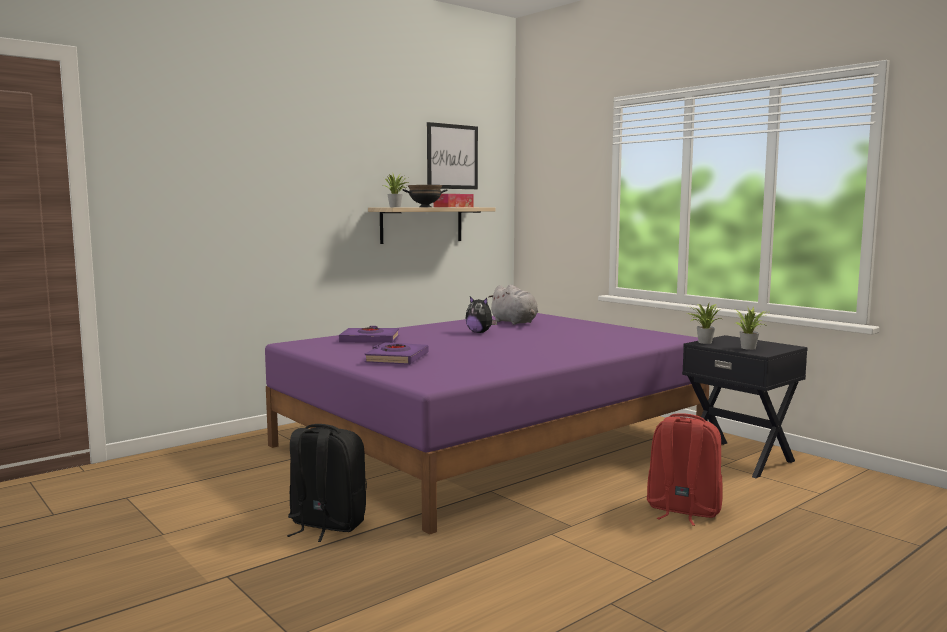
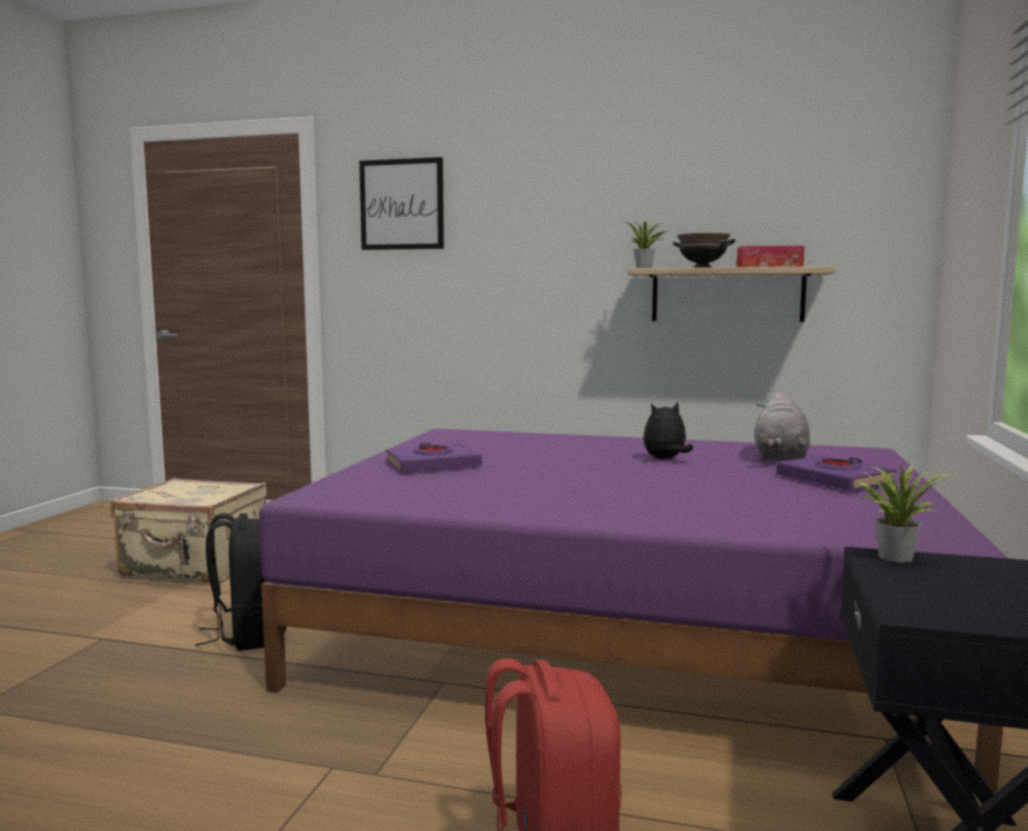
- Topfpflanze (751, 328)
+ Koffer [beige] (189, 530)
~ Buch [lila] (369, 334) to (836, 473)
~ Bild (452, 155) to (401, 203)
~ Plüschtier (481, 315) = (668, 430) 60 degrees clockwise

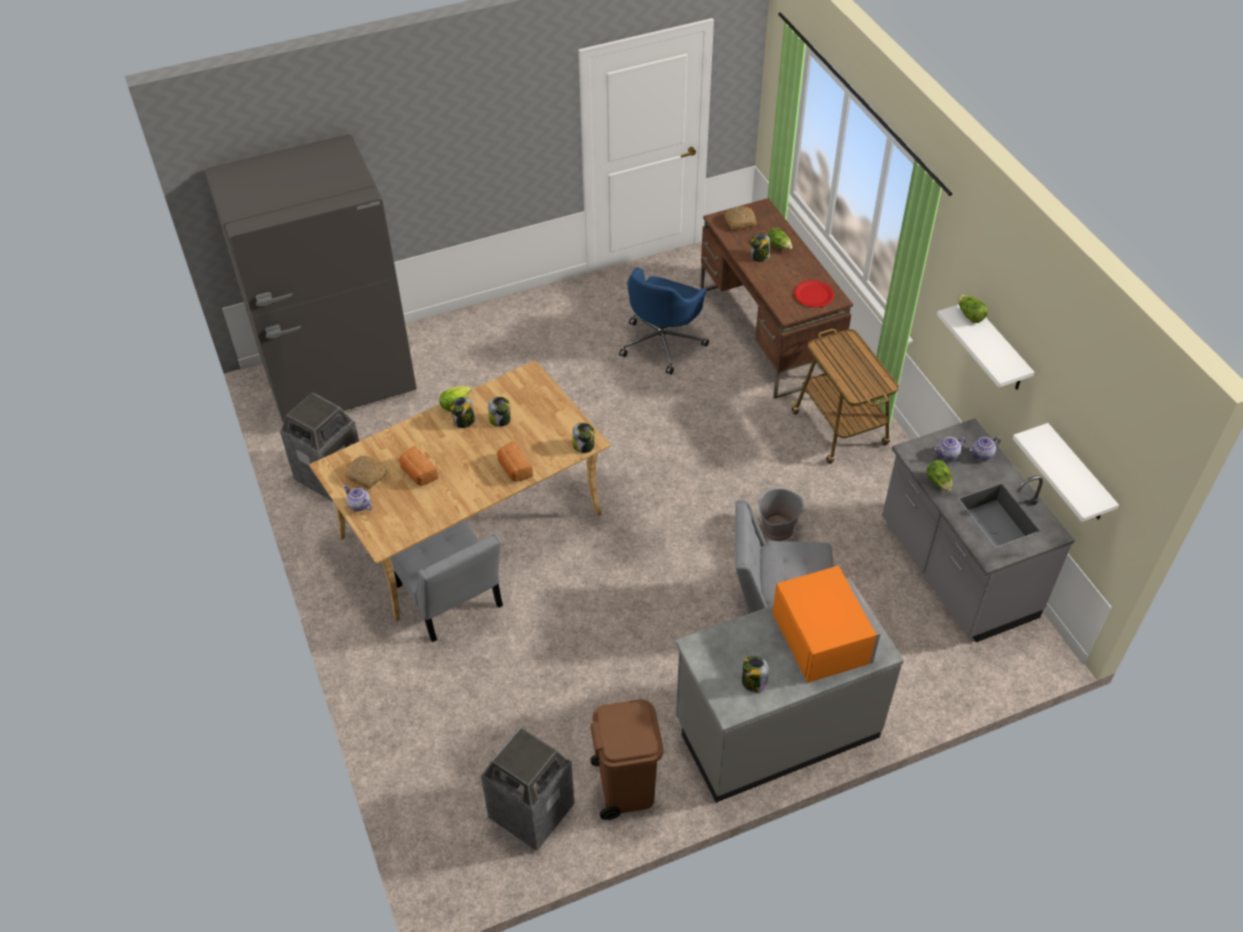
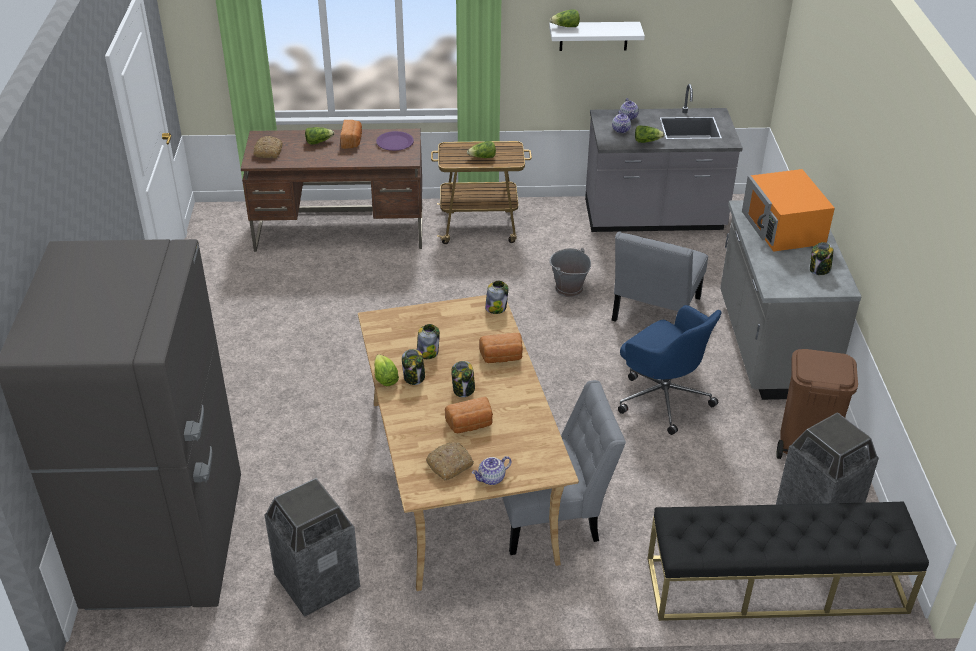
- Wandregal [weiß] (1065, 472)
+ Brot (351, 134)
+ Salatkopf (481, 149)
+ Bank [schwarz] (788, 561)
~ Bürostuhl [blau] (664, 321) to (669, 370)
~ Vorratsglas (760, 247) to (463, 379)
~ Teller [rot] (814, 293) to Teller [lila] (395, 141)
~ Mikrowelle [orange] (826, 624) = (788, 210) 105 degrees counterclockwise

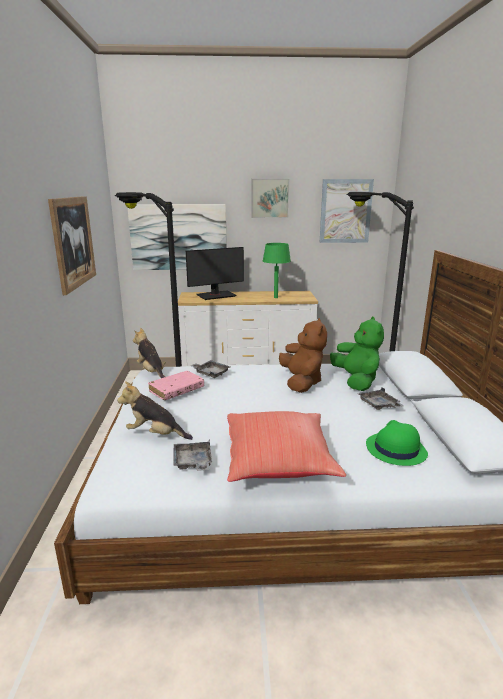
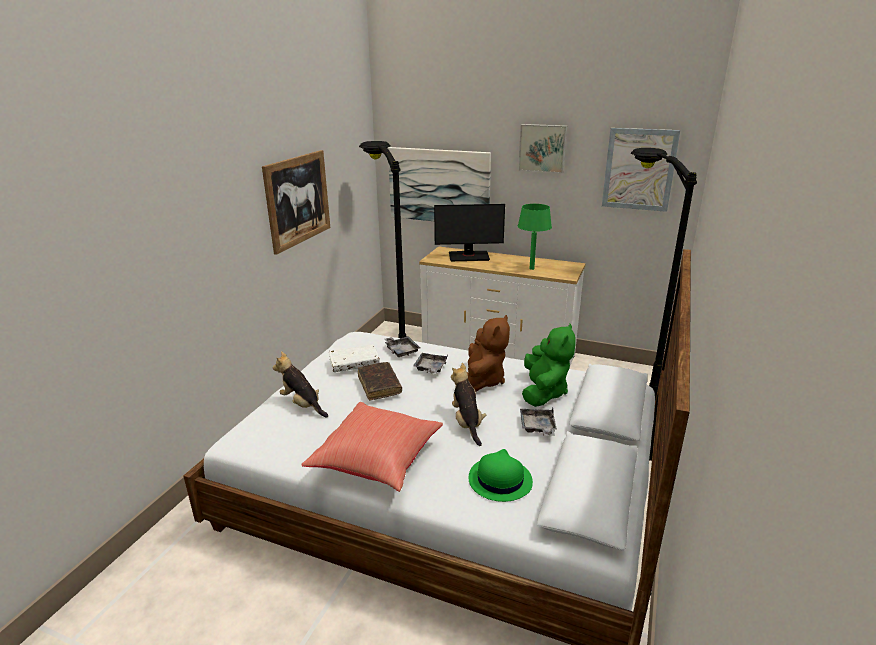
+ Buch [braun] (380, 381)
~ Plüschtier (149, 353) to (469, 404)
~ Tablett [grau] (192, 455) to (430, 363)
~ Buch [rosa] (176, 385) to Buch [weiß] (354, 358)

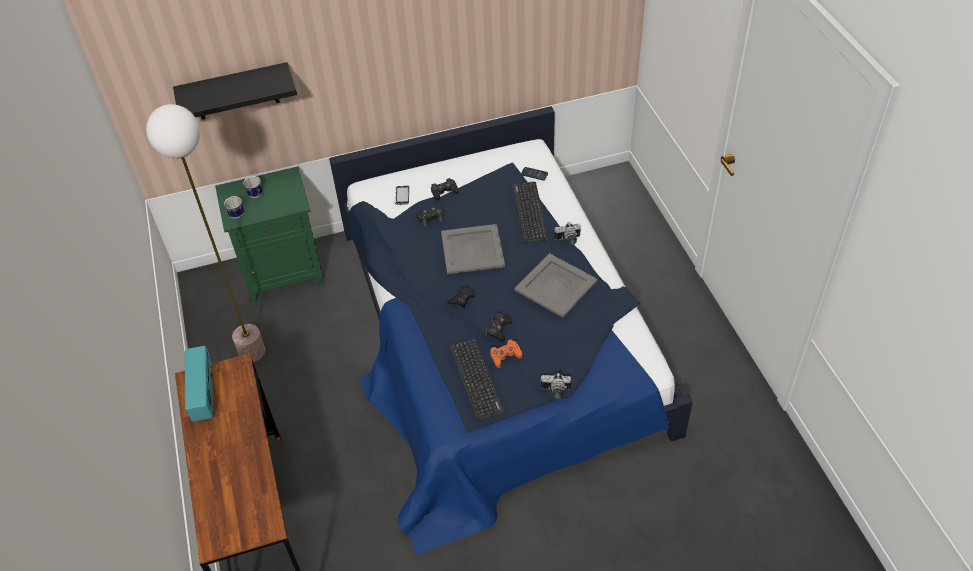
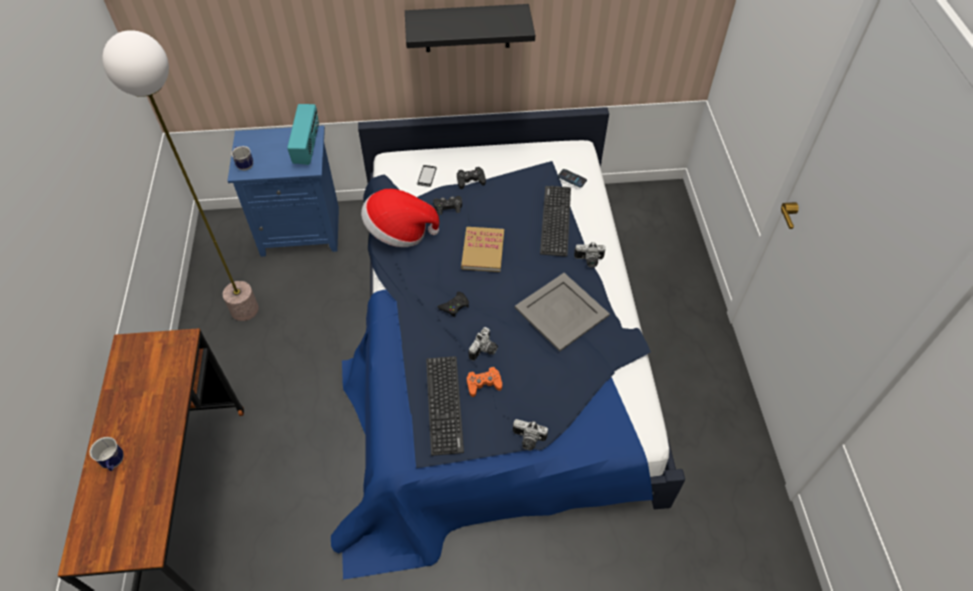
+ Hut (400, 218)
~ Wandregal [schwarz] (235, 91) to (470, 28)
~ Radio (199, 384) to (303, 134)
~ Henkelbecher (253, 187) to (107, 454)
~ Tablett [grau] (473, 249) to Buch (482, 249)
~ Gamepad [schwarz] (499, 327) to Kamera (483, 344)
~ Nachttisch [grün] (270, 234) to Nachttisch [blau] (283, 191)

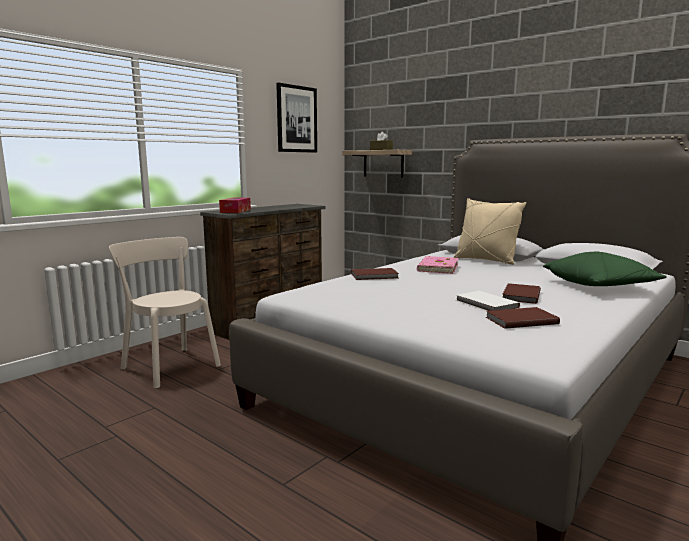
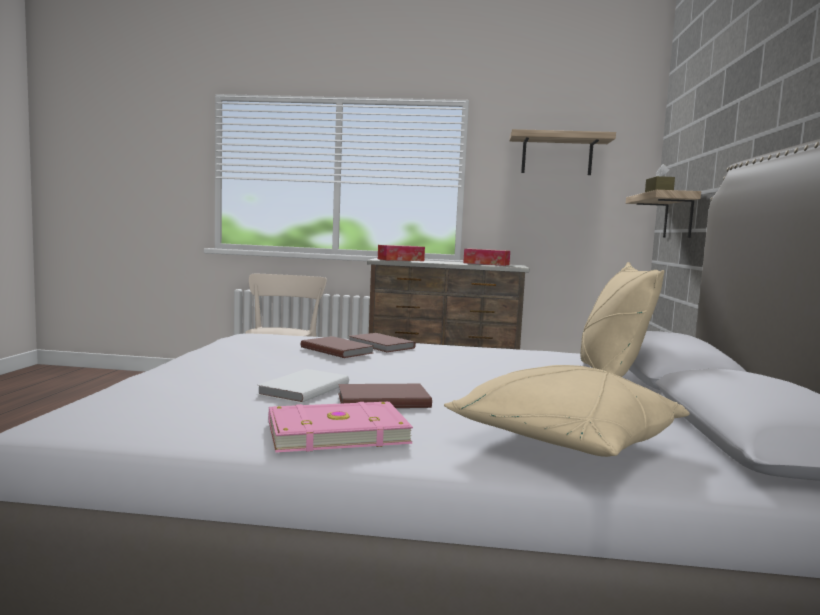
+ Taschentuchbox (486, 257)
~ Buch [rosa] (437, 265) to (341, 427)
~ Buch [braun] (523, 318) to (337, 347)
~ Bild (296, 118) to Wandregal (563, 152)
~ Kissen [grün] (605, 268) to Kissen [beige] (567, 411)

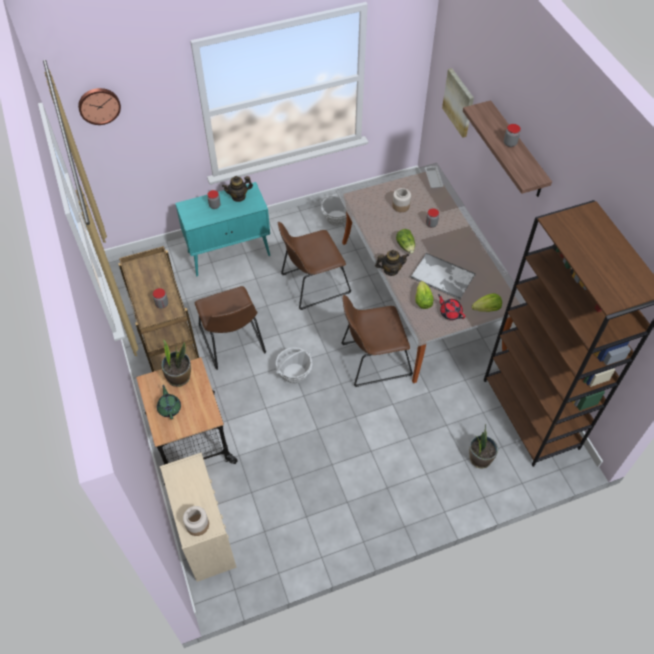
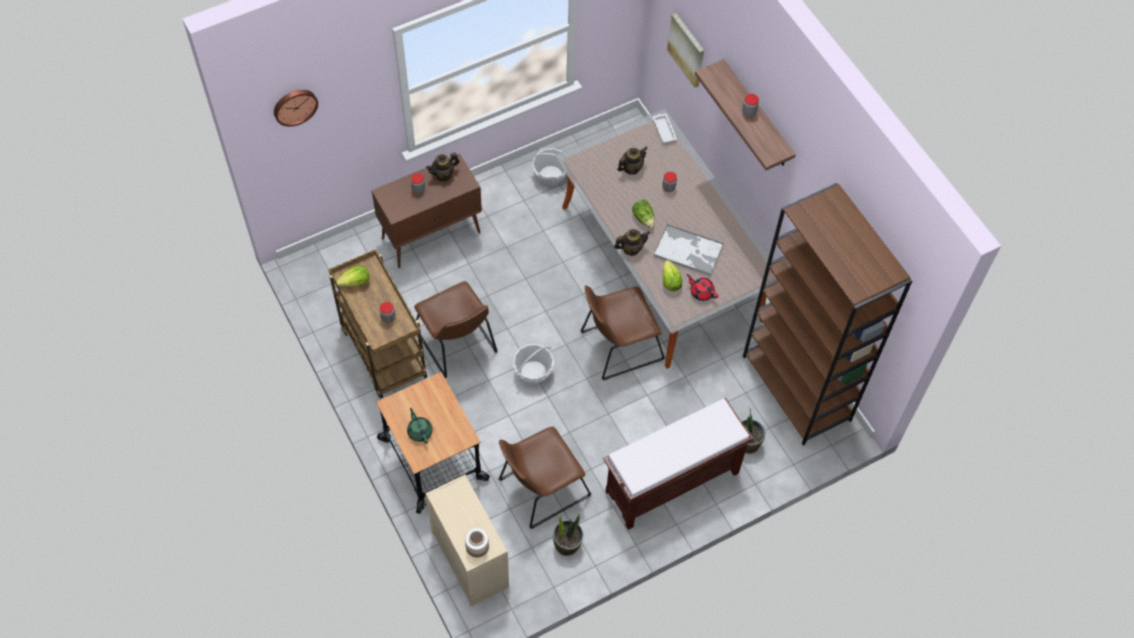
+ Bank [braun] (678, 464)
~ Topfpflanze (176, 363) to (568, 535)
~ Stuhl [braun] (314, 266) to (545, 478)
~ Salatkopf (487, 302) to (353, 276)
~ Vorratsglas (401, 200) to Teekanne (632, 161)
~ Schrank [türkis] (222, 229) to Schrank [braun] (426, 211)

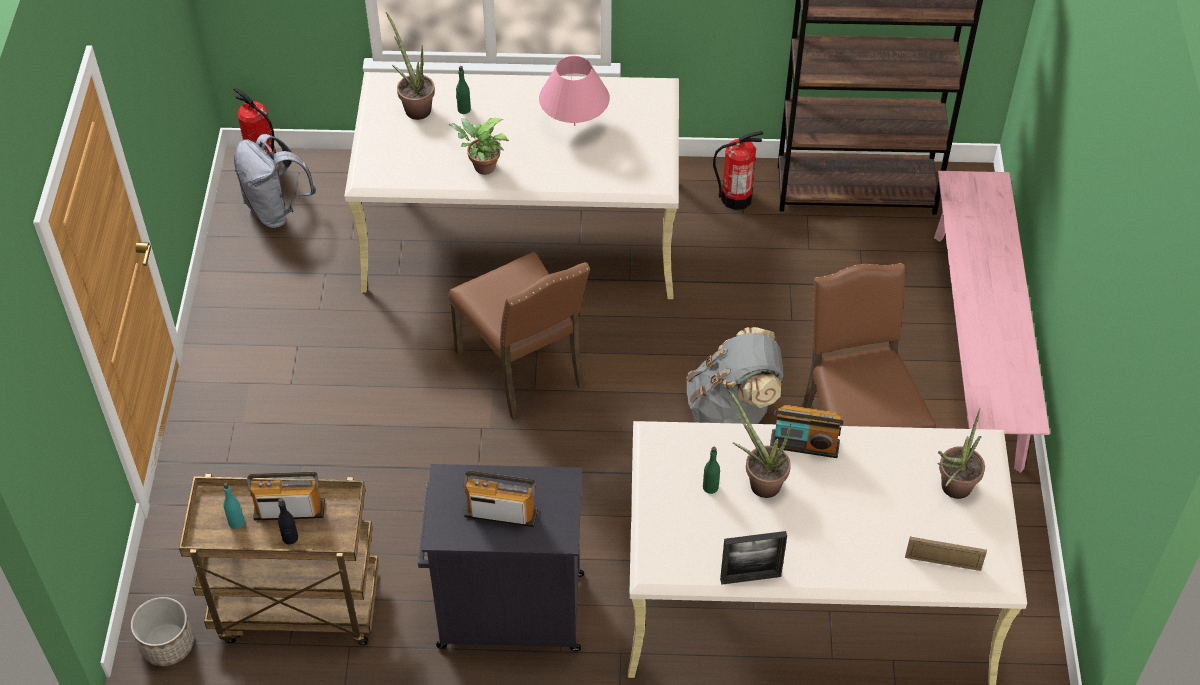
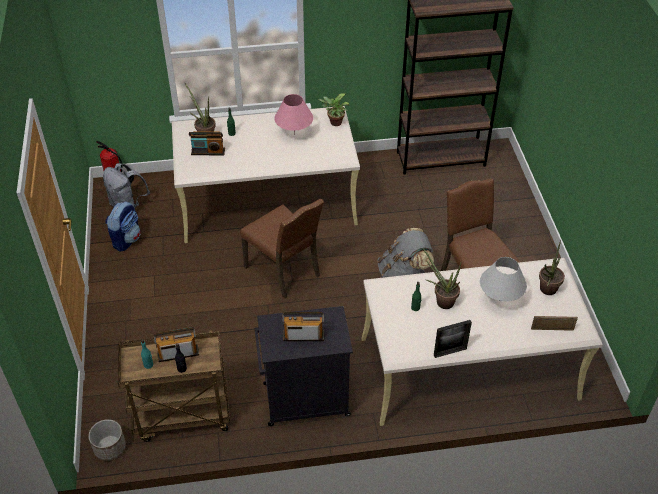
- Feuerlöscher (738, 170)
- Bank [rosa] (992, 322)
+ Rucksack (123, 226)
+ Tischlampe [weiß] (503, 279)
~ Topfpflanze (479, 146) to (334, 109)
~ Radio (807, 431) to (207, 143)

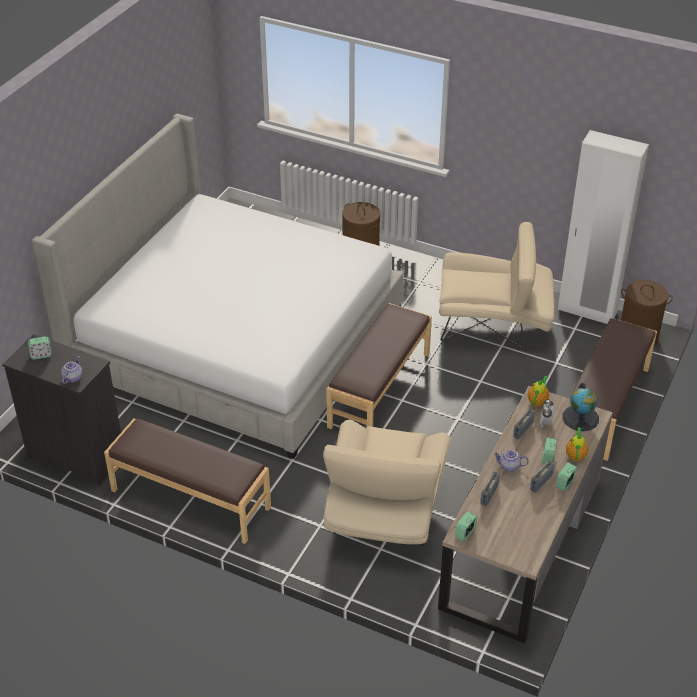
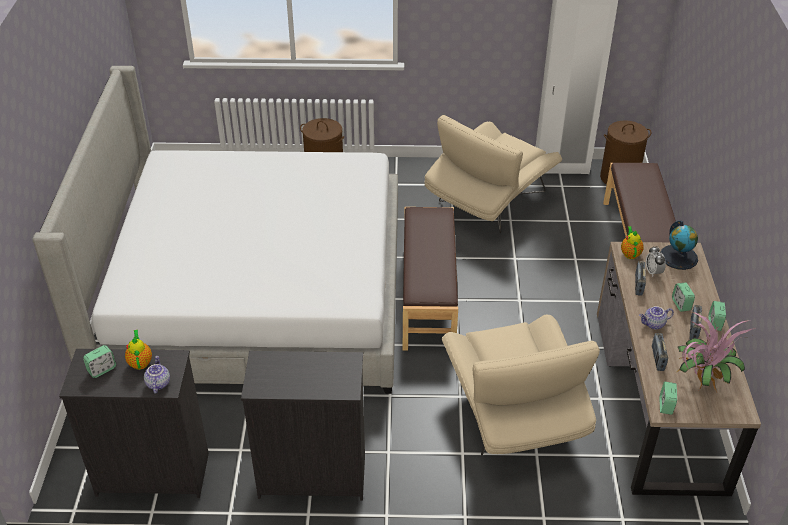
+ Topfpflanze (716, 351)
~ Teekanne (577, 444) to (138, 350)
~ Bank [braun] (187, 481) to Kommode [schwarz] (303, 426)
~ Sessel [beige] (496, 286) = (493, 174) 150 degrees clockwise

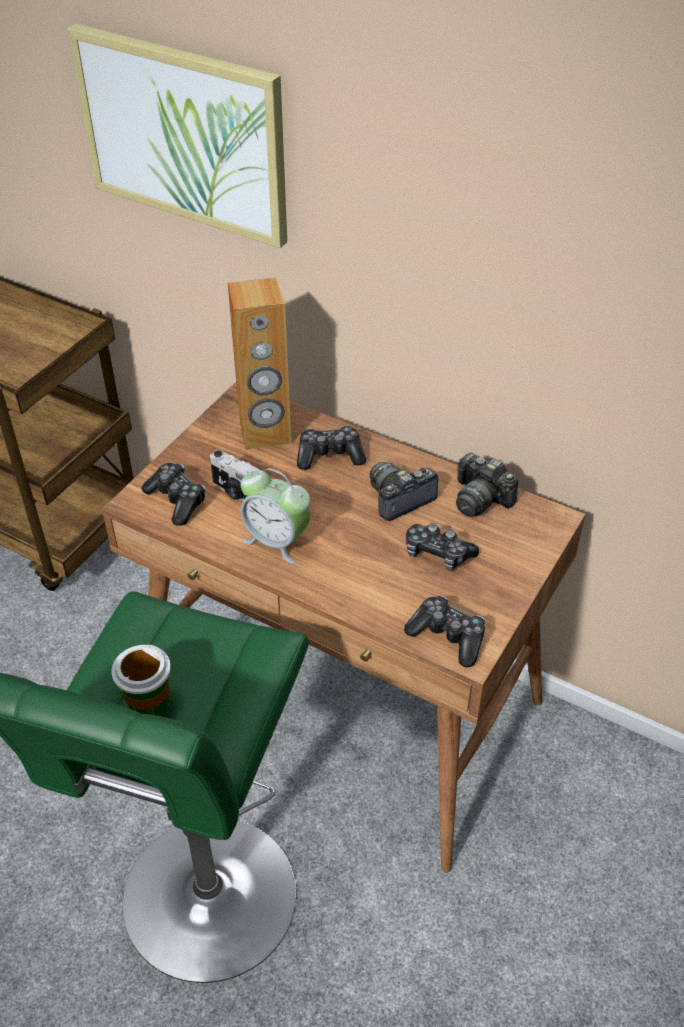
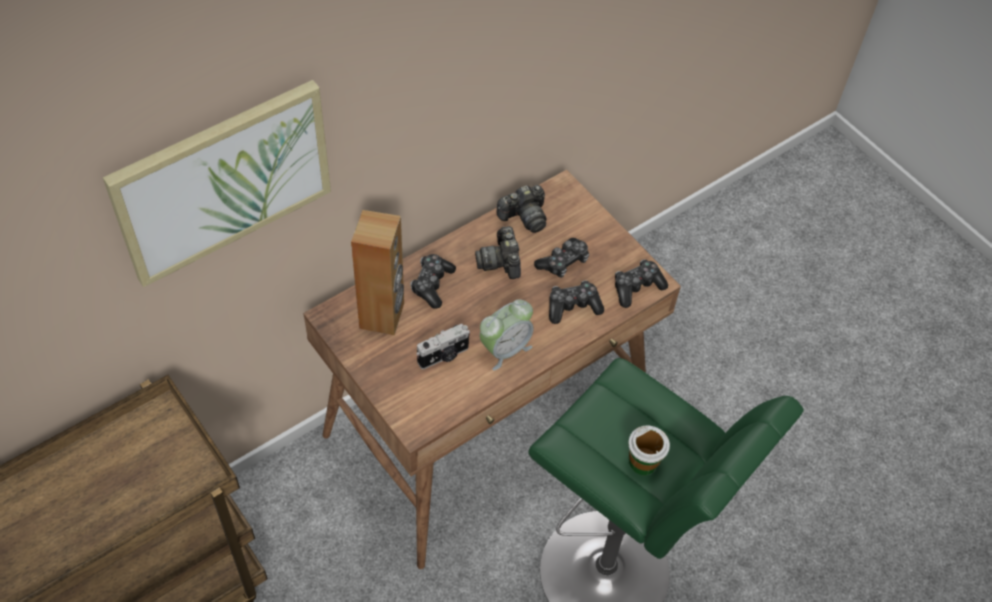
~ Gamepad (173, 494) to (576, 302)

